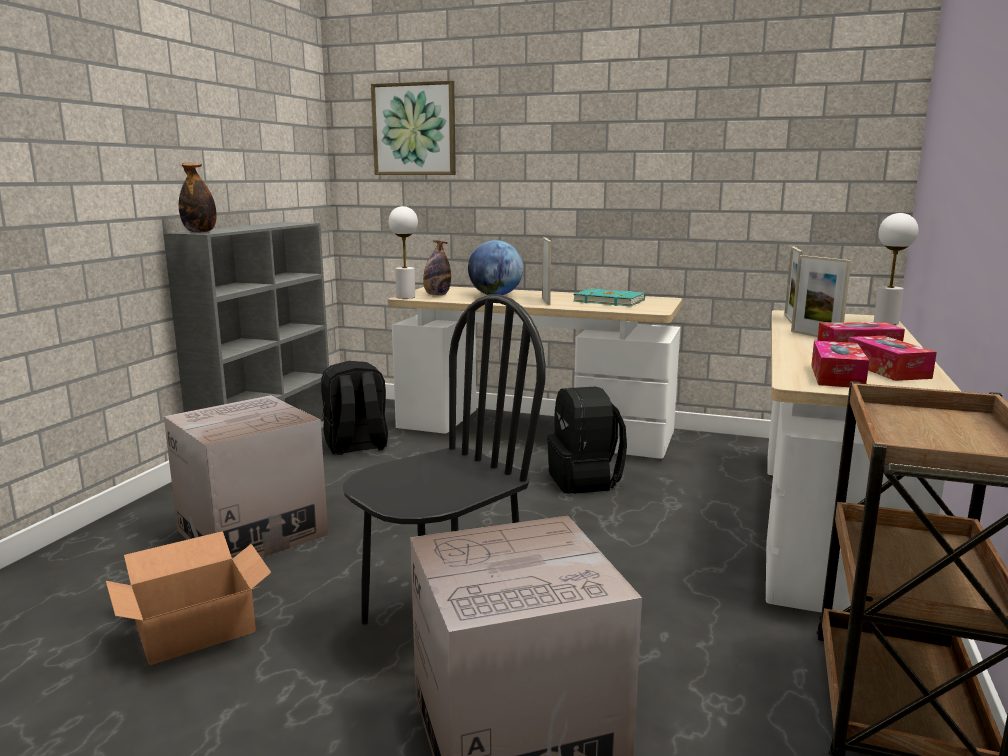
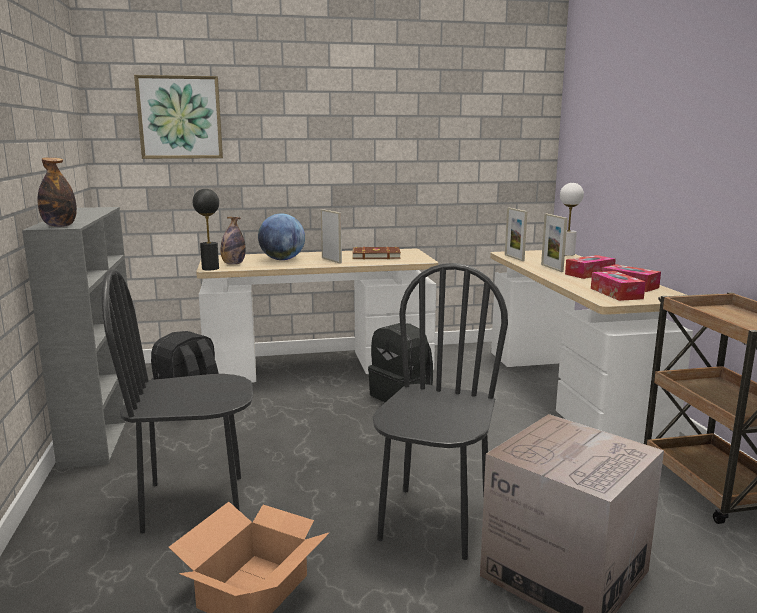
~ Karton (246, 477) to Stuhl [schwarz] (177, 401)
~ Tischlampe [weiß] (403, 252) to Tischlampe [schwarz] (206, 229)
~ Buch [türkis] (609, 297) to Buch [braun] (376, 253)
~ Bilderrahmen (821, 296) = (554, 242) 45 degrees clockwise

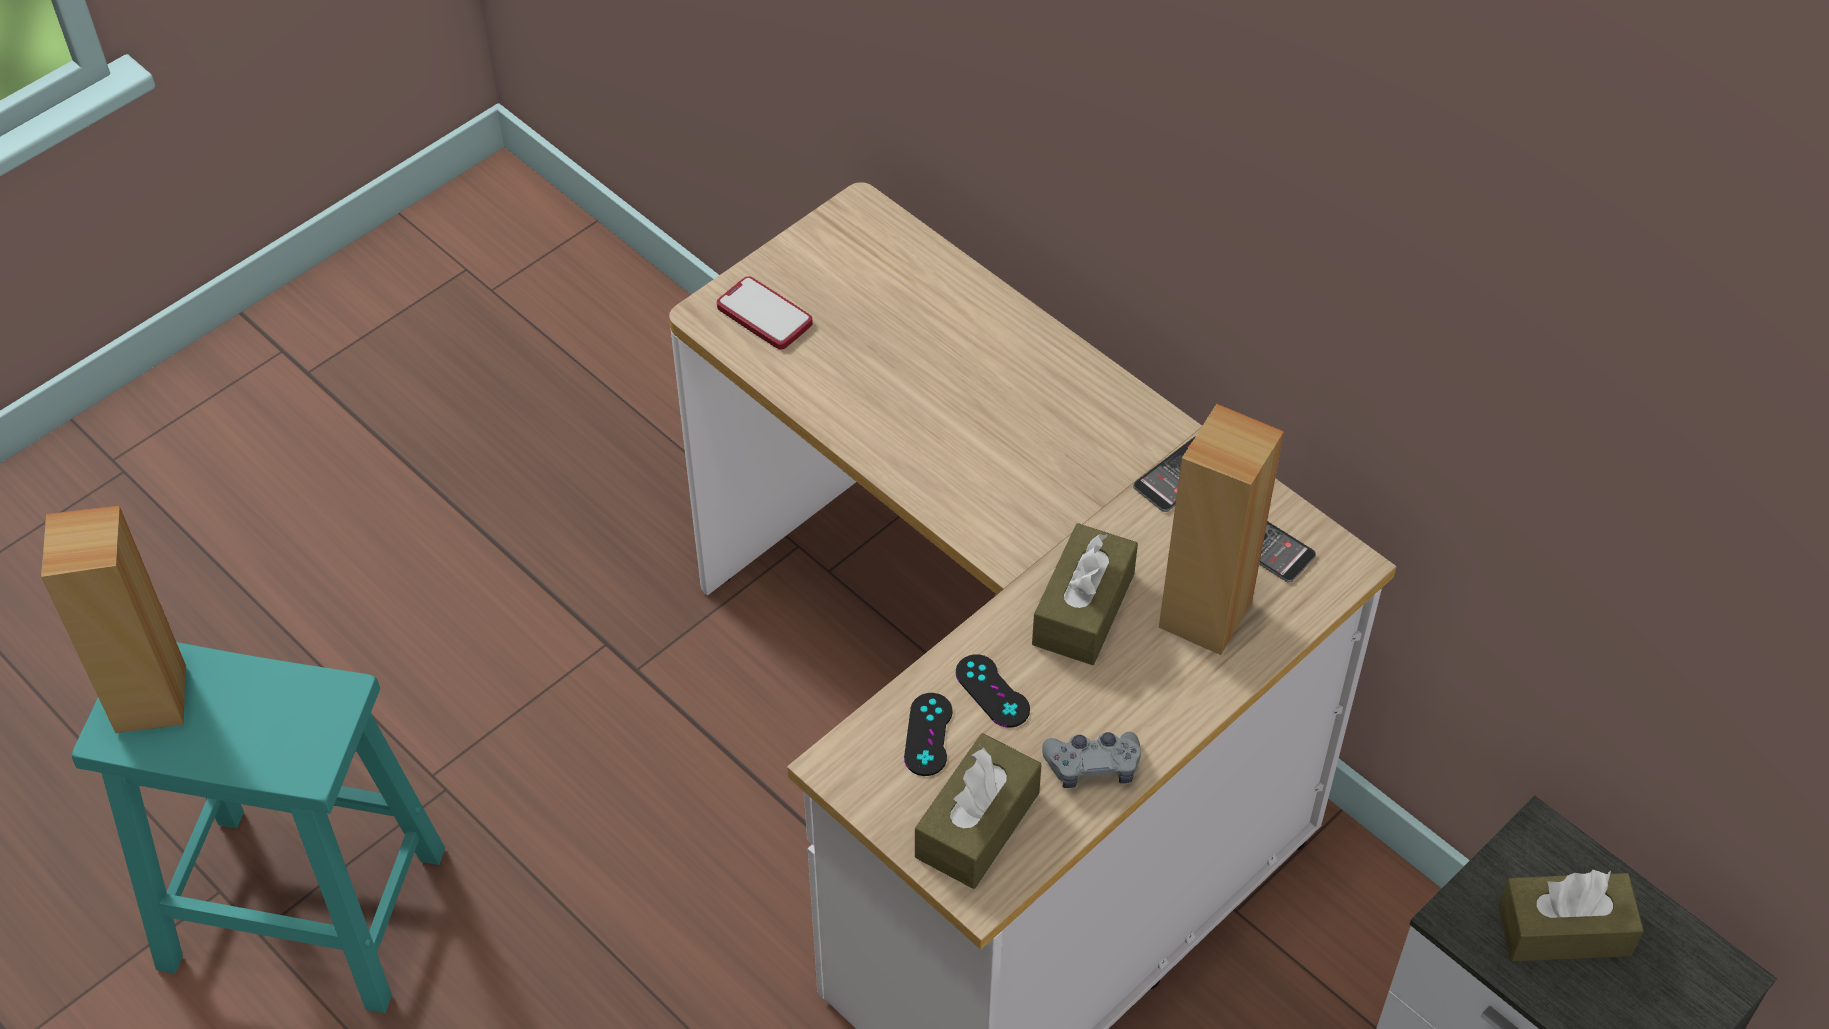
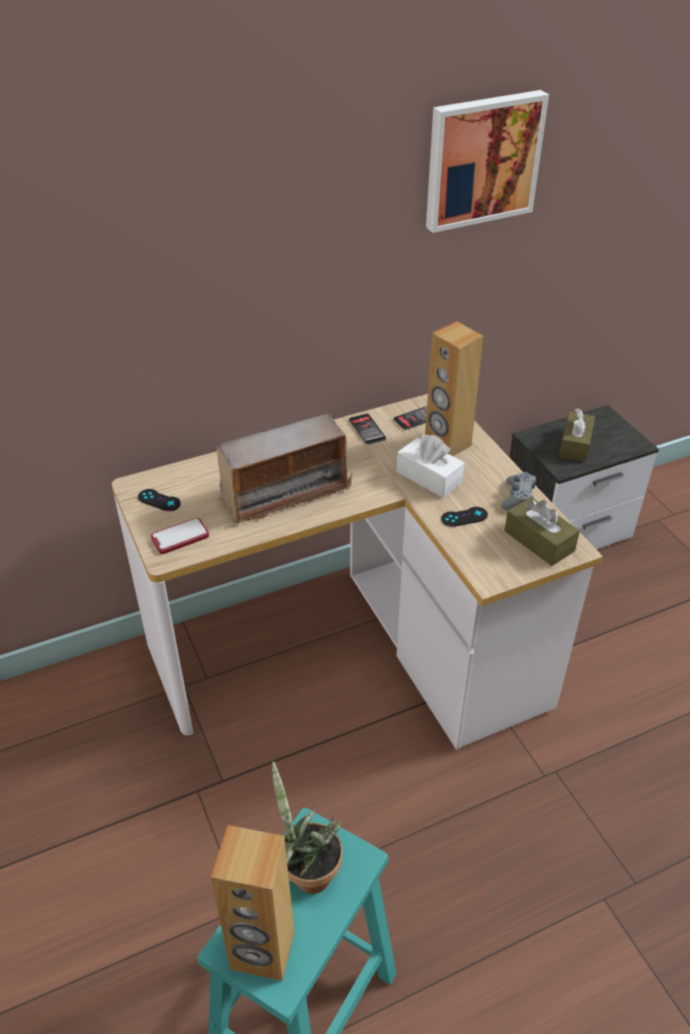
+ Radio (284, 469)
+ Topfpflanze (307, 827)
+ Bild (487, 161)
~ Gamepad [schwarz] (928, 734) to (159, 500)
~ Taschentuchbox [braun] (1085, 594) to Taschentuchbox [weiß] (431, 466)

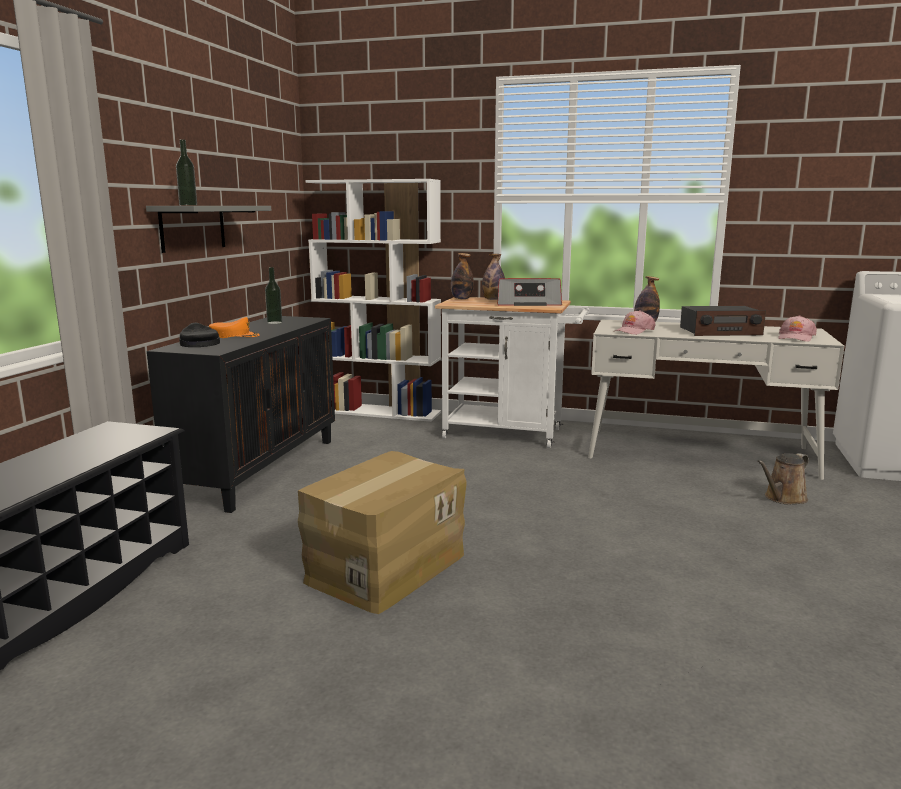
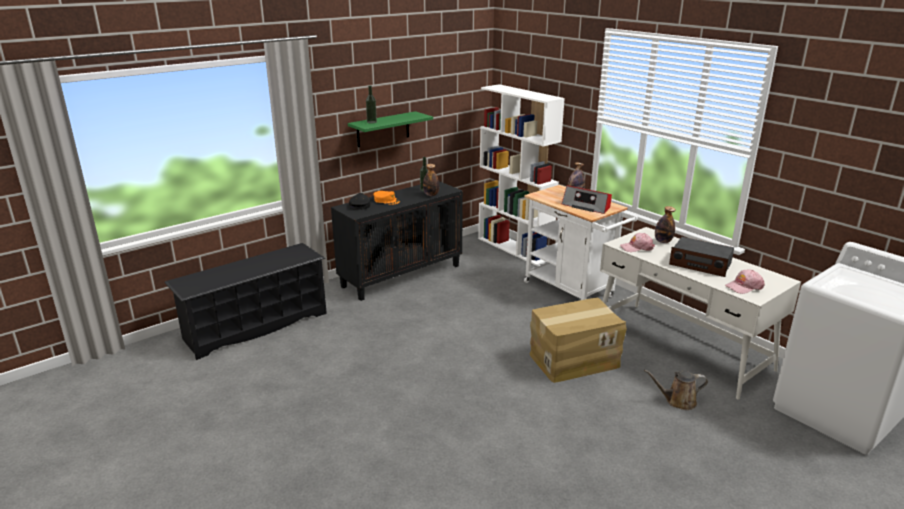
~ Karton (382, 532) to (578, 340)
~ Flasche (462, 276) to (431, 180)
~ Wandregal [grau] (208, 229) to Wandregal [grün] (390, 129)

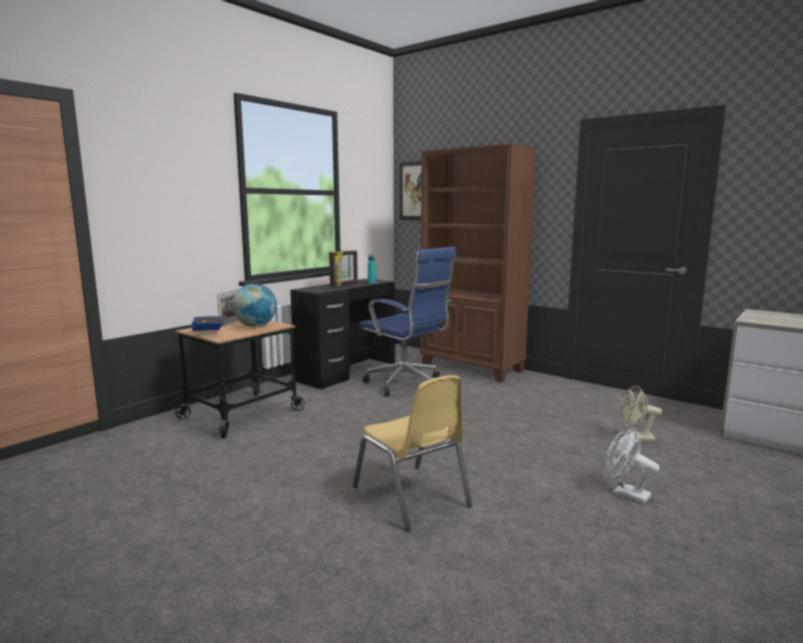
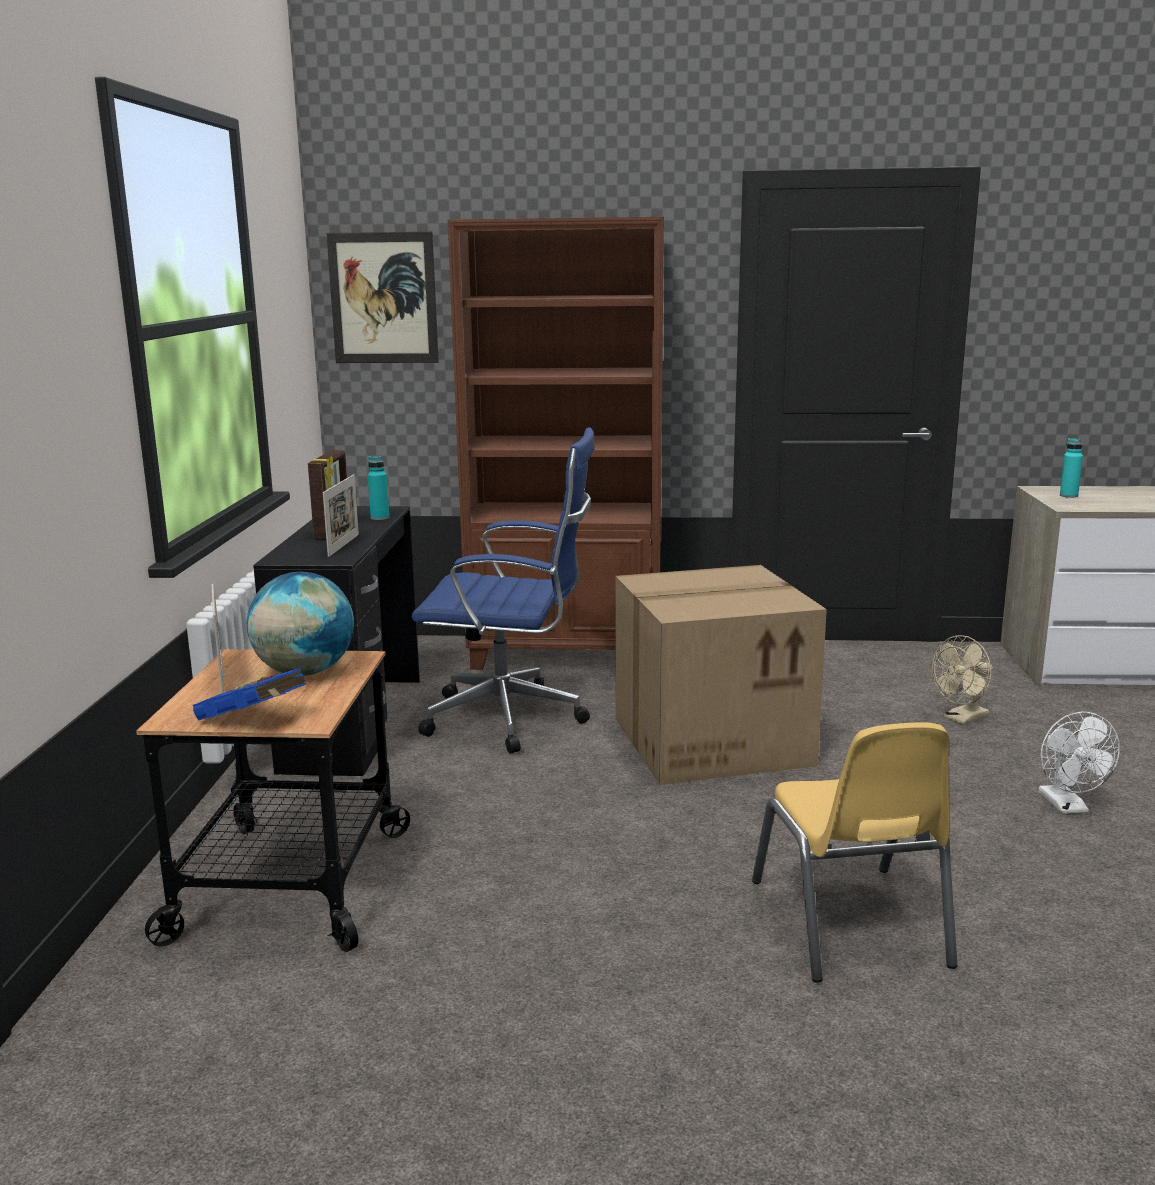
+ Bilderrahmen (341, 515)
+ Karton (721, 675)
+ Flasche [türkis] (1071, 468)
~ Stuhl [gelb] (412, 453) = (854, 853) 60 degrees clockwise
~ Ventilator [weiß] (633, 465) = (1079, 763) 105 degrees counterclockwise

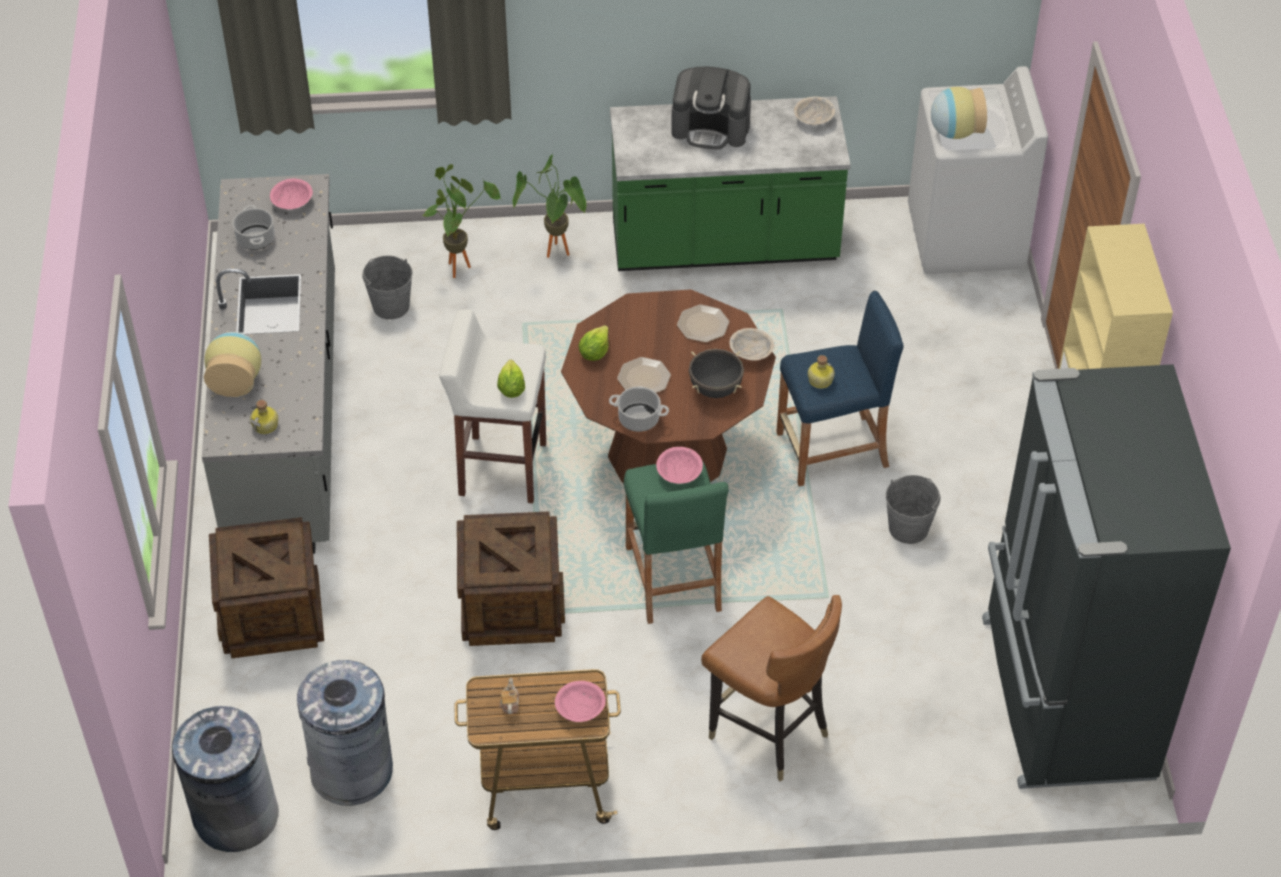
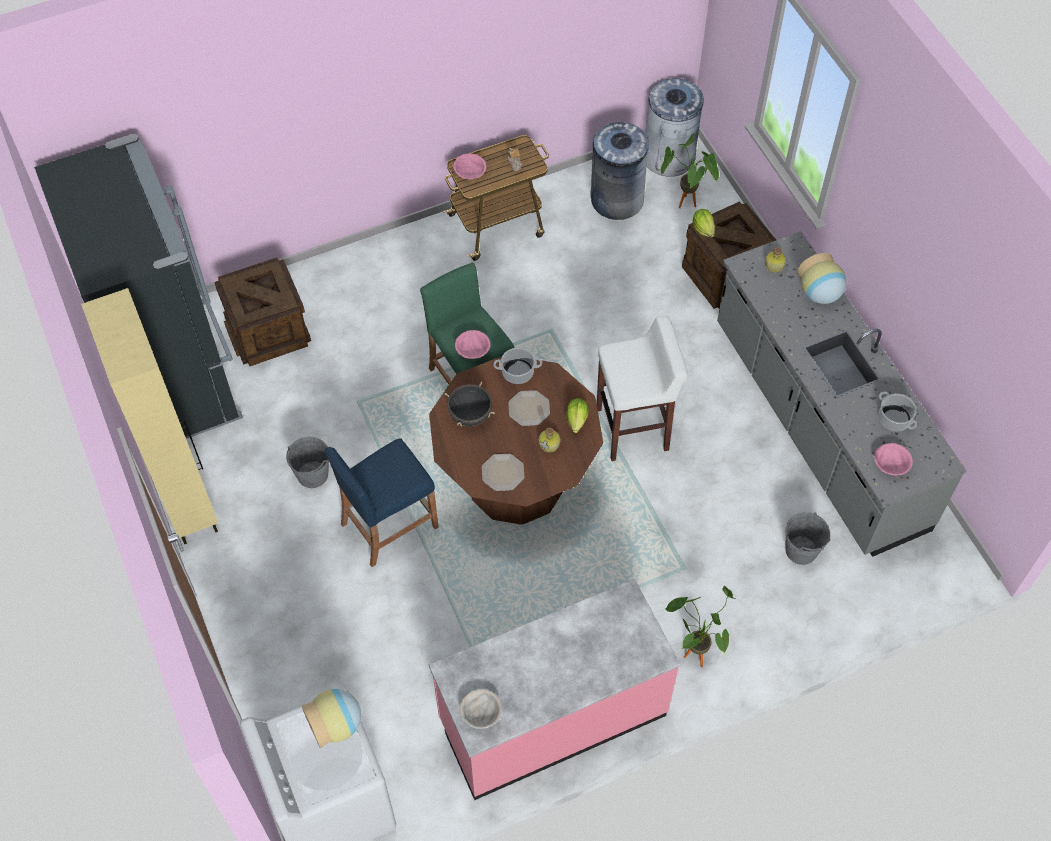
- Kaffeemaschine (711, 107)
- Stuhl [braun] (771, 688)
- Schüssel [beige] (752, 344)
~ Topfpflanze (461, 221) to (690, 170)
~ Kiste (511, 578) to (262, 311)
~ Salatkopf (511, 378) to (703, 223)
~ Flasche (821, 372) to (549, 439)
~ Küchenzeile [grün] (730, 183) to Küchenzeile [rosa] (554, 689)

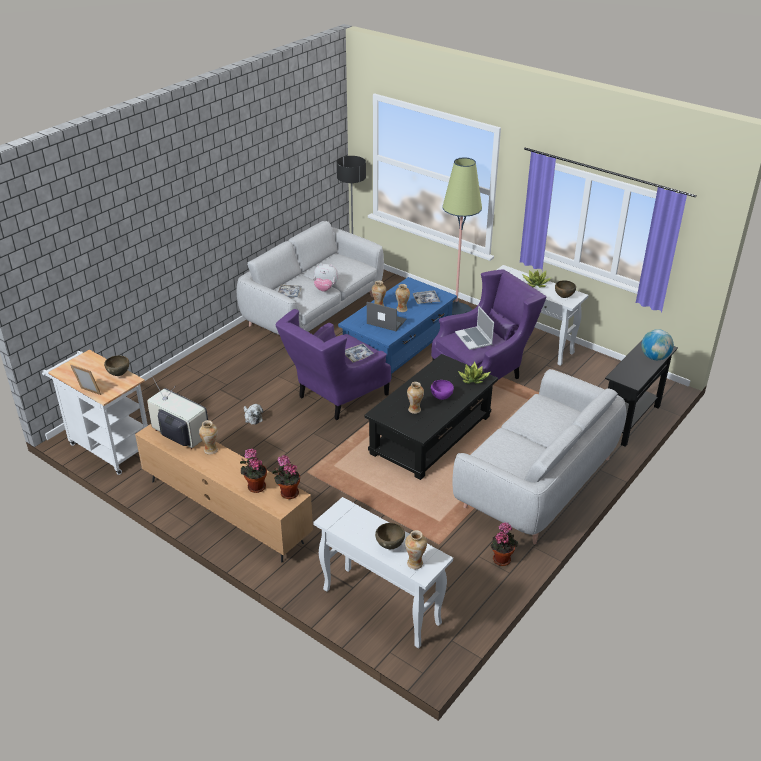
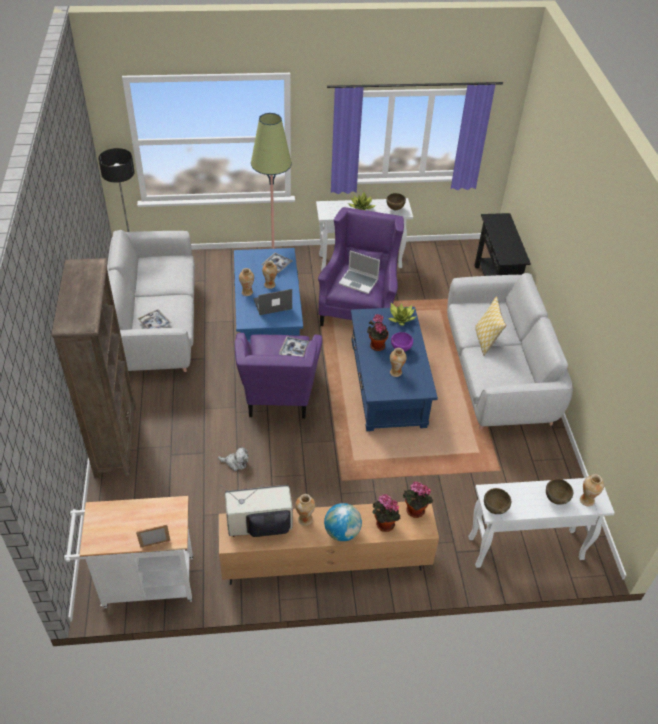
- Plüschtier (325, 277)
+ Bücherregal [braun] (94, 368)
+ Kissen (490, 326)
~ Schüssel [braun] (116, 366) to (497, 501)
~ Topfpflanze (504, 544) to (378, 332)
~ Globus (657, 344) to (343, 522)
~ Couchtisch [schwarz] (431, 417) to Couchtisch [blau] (394, 369)

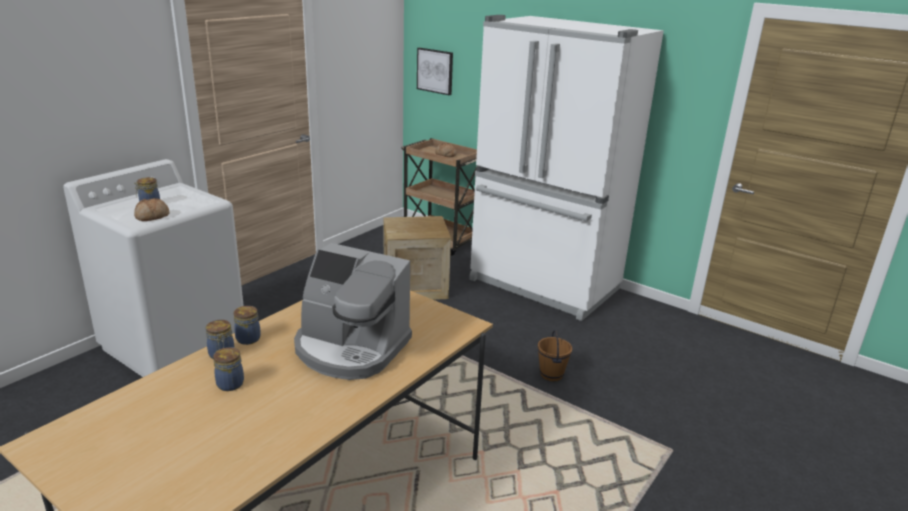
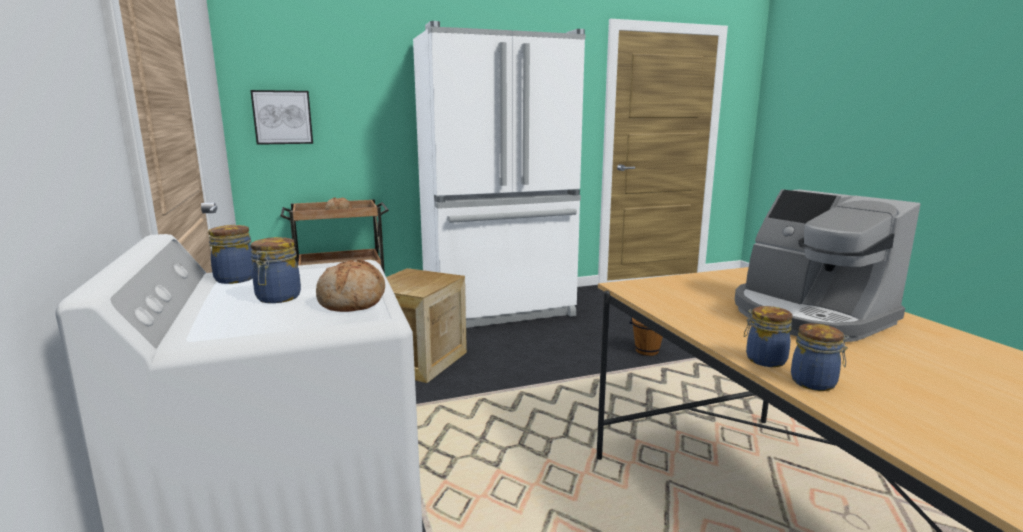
~ Vorratsglas (228, 369) to (231, 254)
~ Kaffeemaschine (353, 311) = (827, 265) 90 degrees clockwise

